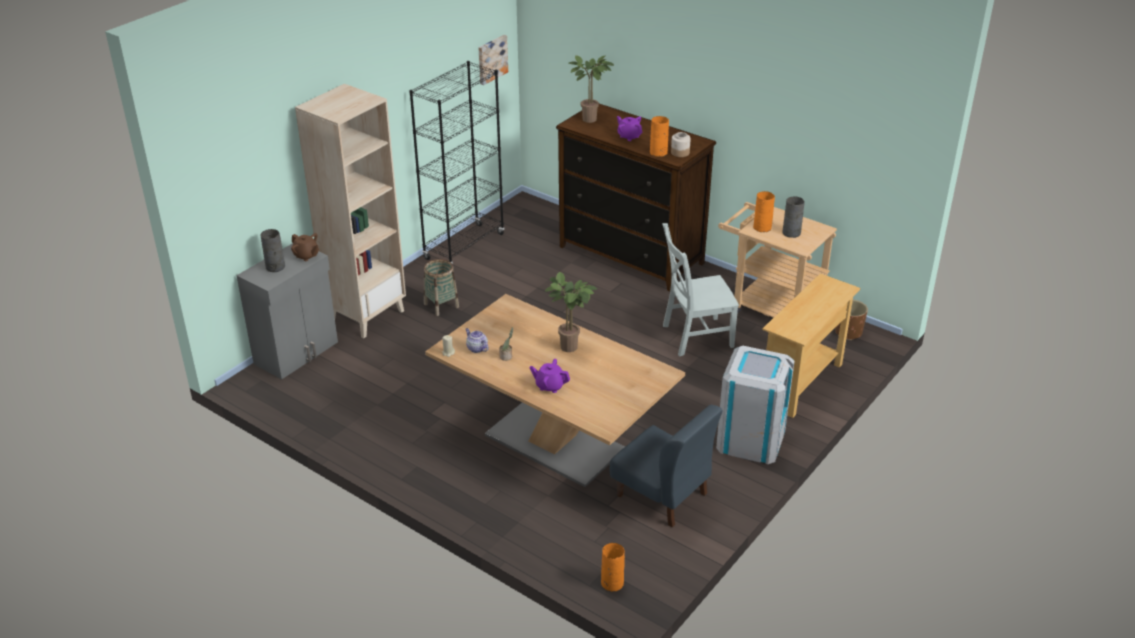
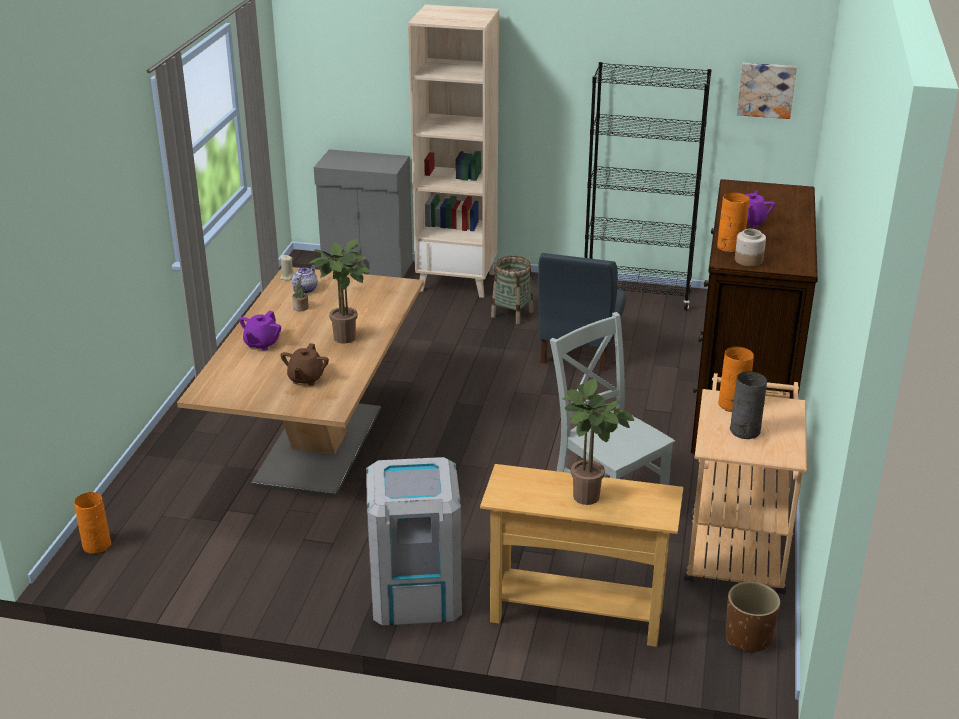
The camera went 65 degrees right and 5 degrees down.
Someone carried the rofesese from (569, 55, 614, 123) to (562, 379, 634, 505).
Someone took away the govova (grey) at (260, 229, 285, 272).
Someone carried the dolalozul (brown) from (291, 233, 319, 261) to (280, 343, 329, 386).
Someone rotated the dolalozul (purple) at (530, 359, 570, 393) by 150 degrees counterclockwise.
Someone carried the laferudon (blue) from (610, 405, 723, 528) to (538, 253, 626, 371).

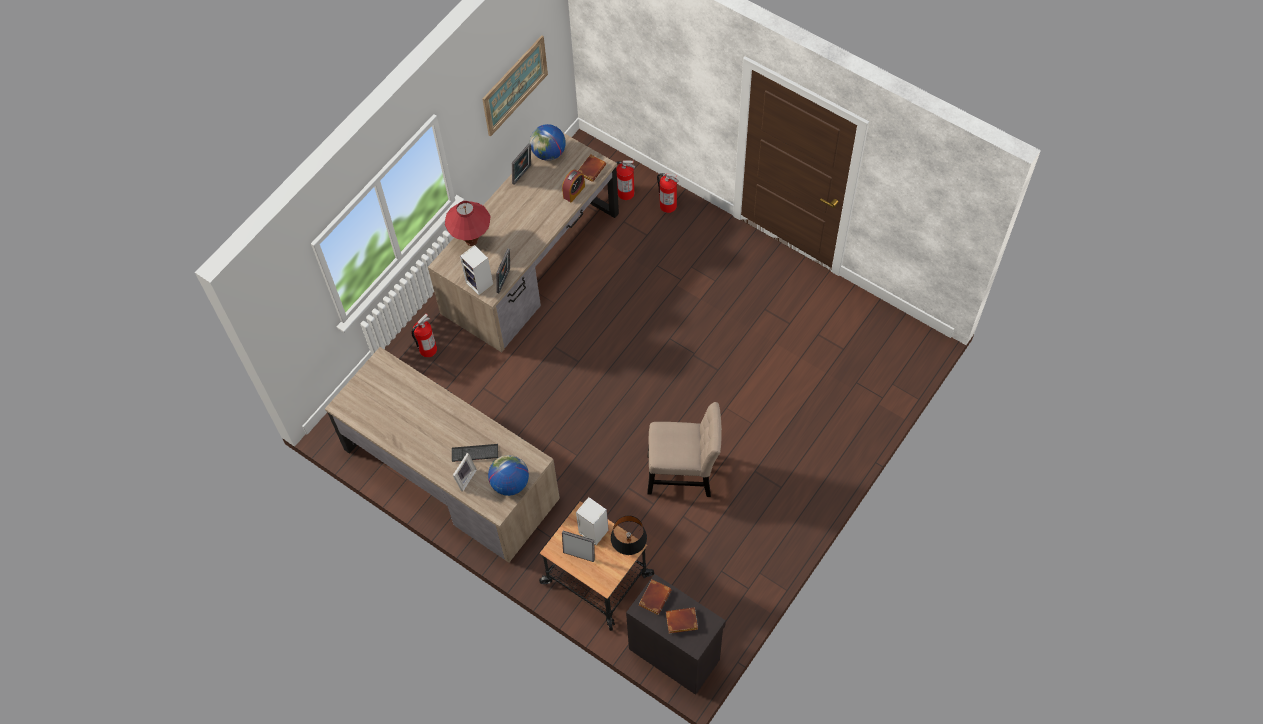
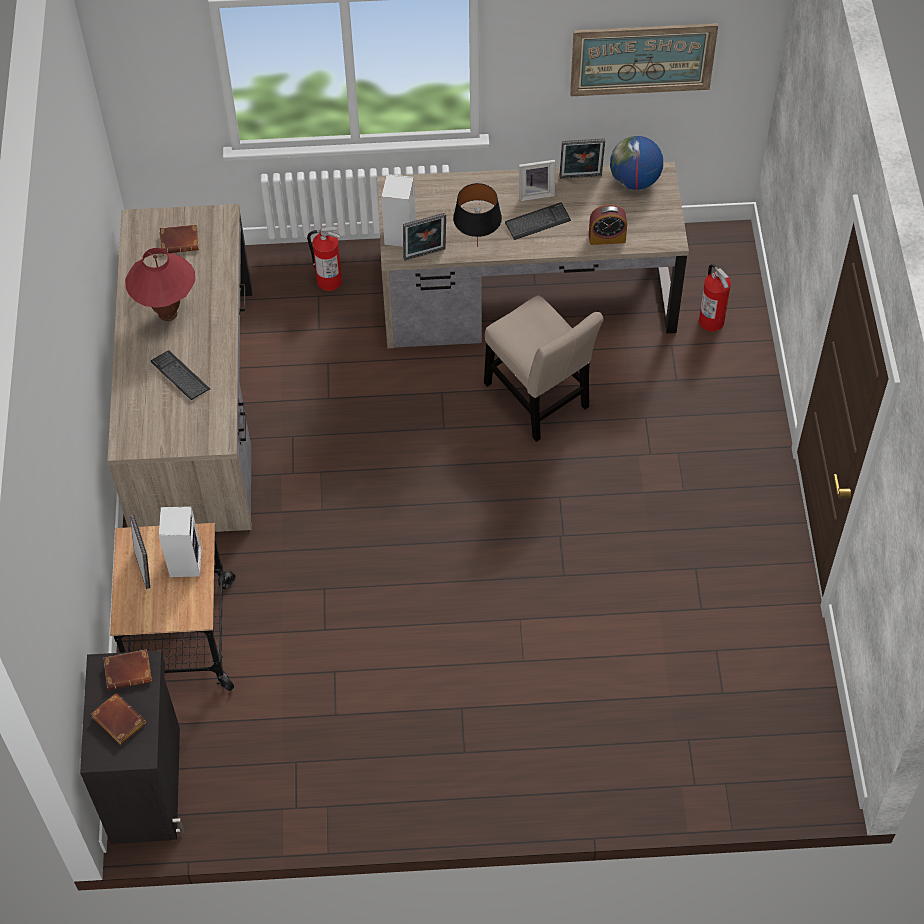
The camera went 50 degrees right and 5 degrees down.
Someone carried the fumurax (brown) from (578, 154, 606, 182) to (159, 224, 199, 254).
Someone took away the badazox at (657, 173, 678, 213).
Someone carried the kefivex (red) from (445, 201, 491, 246) to (125, 248, 195, 321).
Someone carried the laferudon (beige) from (647, 402, 722, 497) to (484, 295, 604, 442).
Someone carried the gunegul from (453, 453, 477, 492) to (519, 160, 555, 201).
Someone took away the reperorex at (488, 455, 529, 496).
Someone carried the kefivex (black) from (611, 516, 647, 555) to (453, 183, 502, 247).
Someone put down the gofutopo at (505, 202, 571, 240).

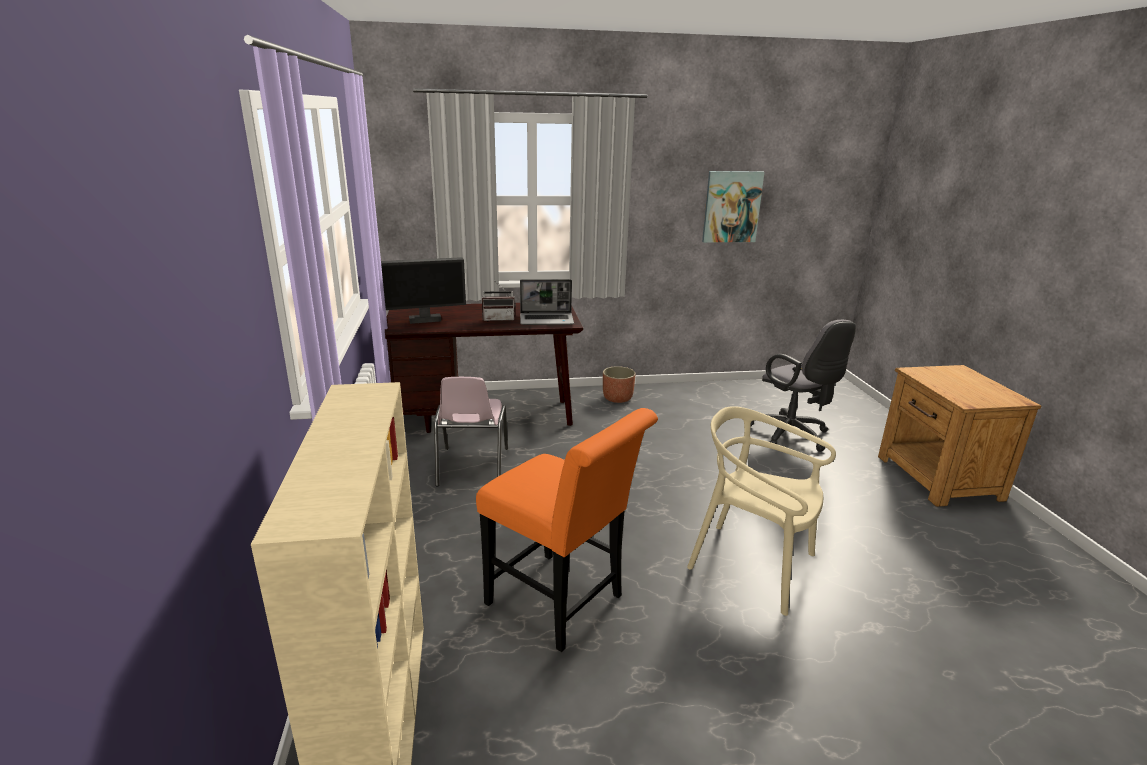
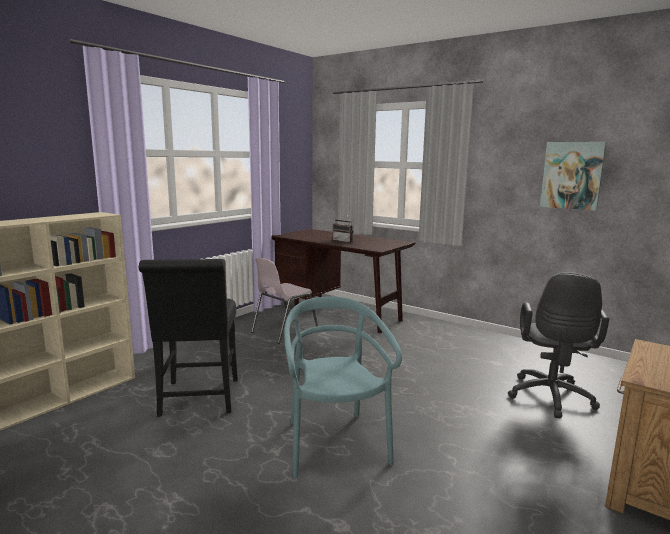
The camera went 45 degrees right and 10 degrees down.
Someone took away the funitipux at (381, 257, 466, 324).
Someone took away the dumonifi at (520, 279, 574, 325).
Someone took away the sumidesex at (603, 366, 636, 403).
Someone repainted the laferudon (beige) at (687, 406, 836, 616), which became the laferudon (turquoise) at (284, 297, 402, 478).
Someone repainted the laferudon (orange) at (476, 408, 658, 652), which became the laferudon (black) at (139, 259, 238, 417).

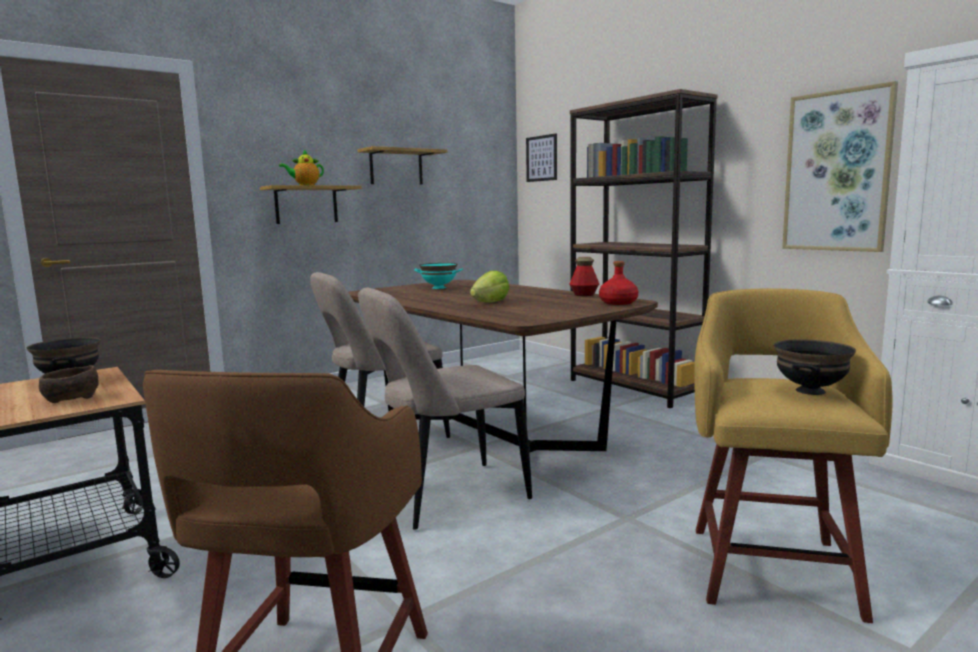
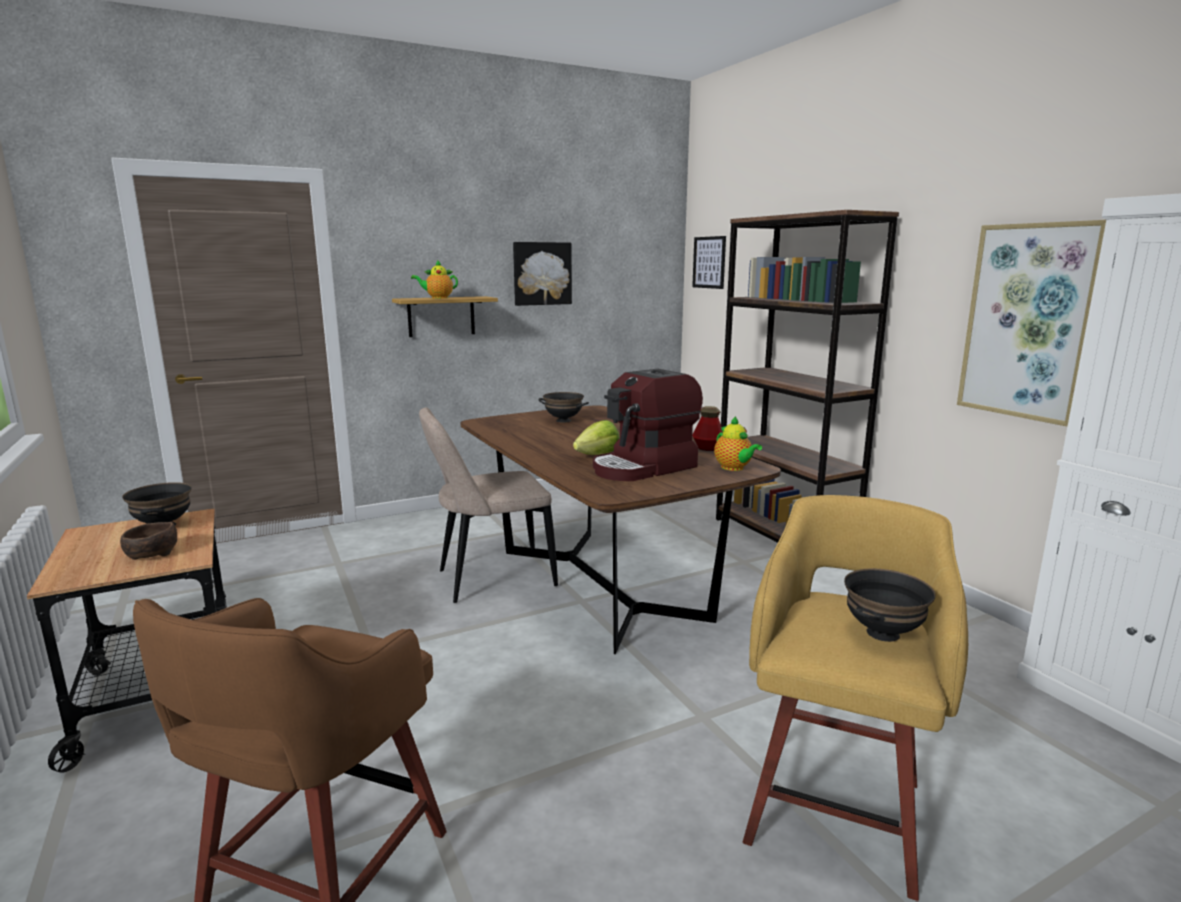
The camera went 10 degrees right and 5 degrees up.
Someone swapped the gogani at (358, 146, 447, 184) for the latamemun at (513, 242, 572, 306).
Someone swapped the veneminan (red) at (599, 261, 638, 305) for the dolalozul at (714, 416, 762, 471).
Someone repainted the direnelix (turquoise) at (414, 263, 463, 289), which became the direnelix (black) at (539, 392, 589, 423).
Someone took away the laferudon (beige) at (358, 287, 532, 530).
Someone put down the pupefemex at (593, 369, 703, 481).

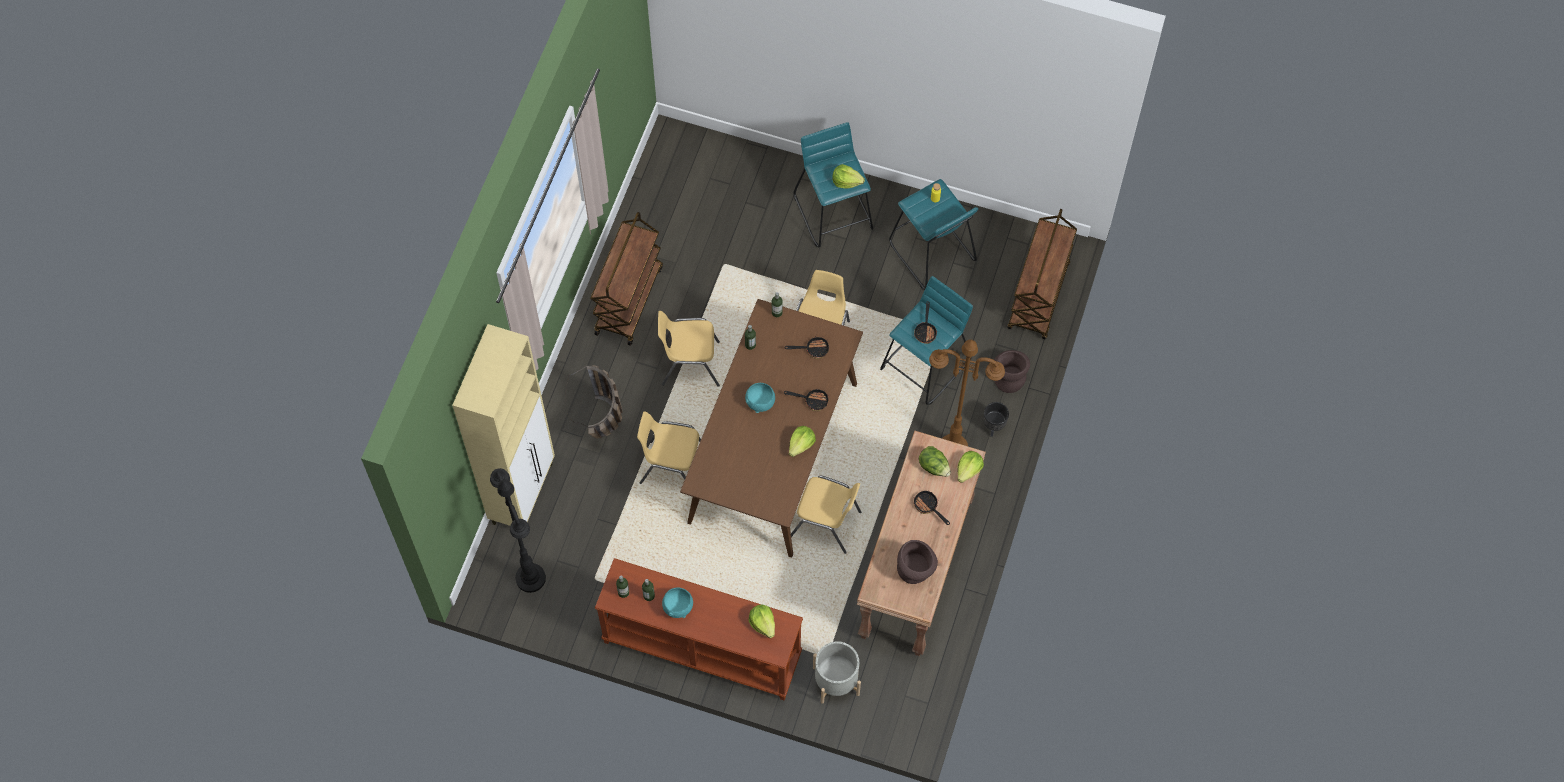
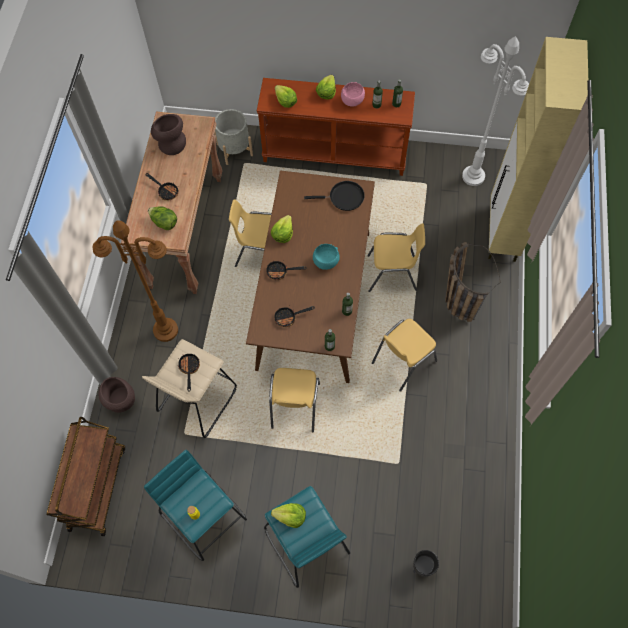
The camera went 170 degrees right and 0 degrees up.
Someone took away the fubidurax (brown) at (590, 212, 663, 346).
Someone repainted the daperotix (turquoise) at (880, 276, 973, 405), which became the daperotix (beige) at (142, 339, 237, 438).
Someone rotated the laferudon (yellow) at (658, 311, 720, 387) by 150 degrees clockwise.
Someone carried the sumidesex (black) from (984, 402, 1009, 437) to (413, 550, 439, 577).
Someone carried the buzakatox from (957, 451, 984, 483) to (316, 75, 336, 100).
Someone repainted the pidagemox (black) at (490, 468, 546, 593), which became the pidagemox (white) at (462, 36, 529, 186).
Someone repainted the direnelix (turquoise) at (662, 587, 693, 618), which became the direnelix (pink) at (341, 82, 365, 107).
Someone put down the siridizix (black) at (304, 181, 365, 211).

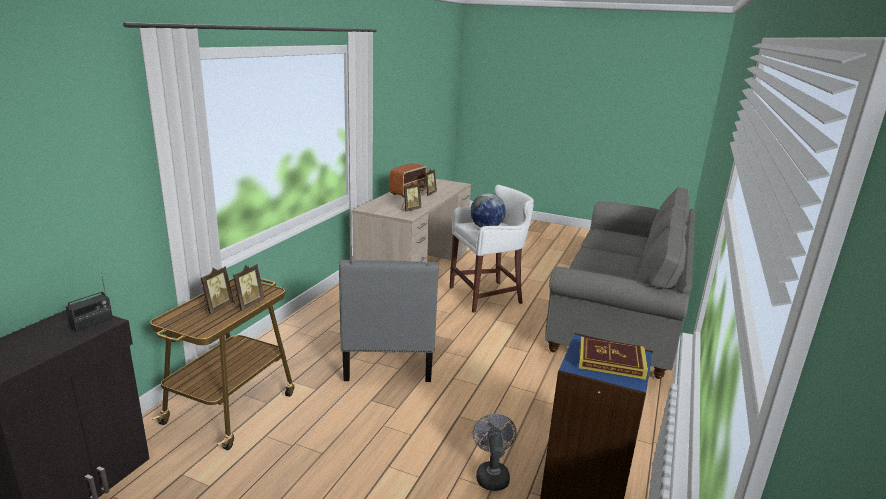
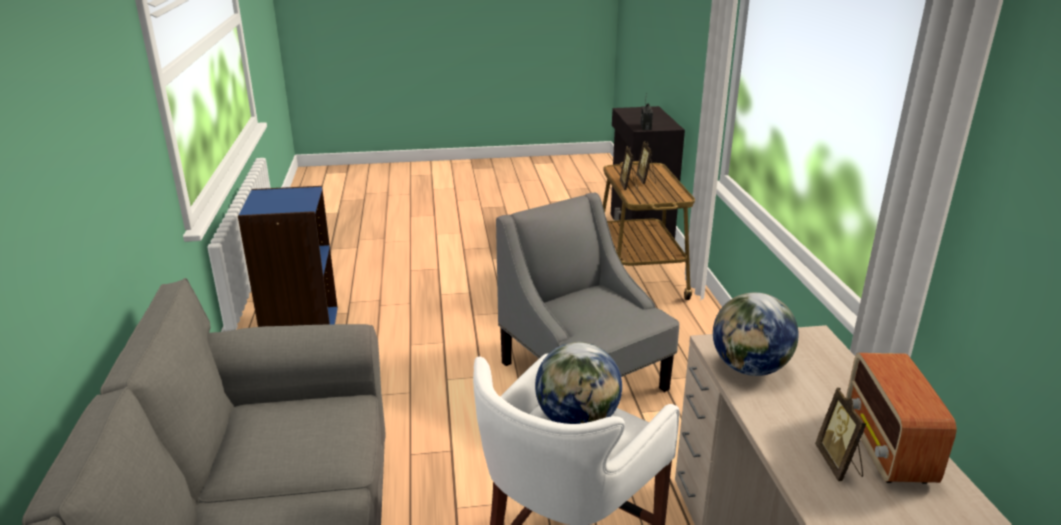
The camera went 150 degrees right and 5 degrees up.
Someone swapped the gunegul at (402, 182, 421, 212) for the reperorex at (713, 292, 799, 376).
Someone took away the fumurax at (578, 337, 648, 380).
Someone took away the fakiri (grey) at (472, 414, 517, 491).

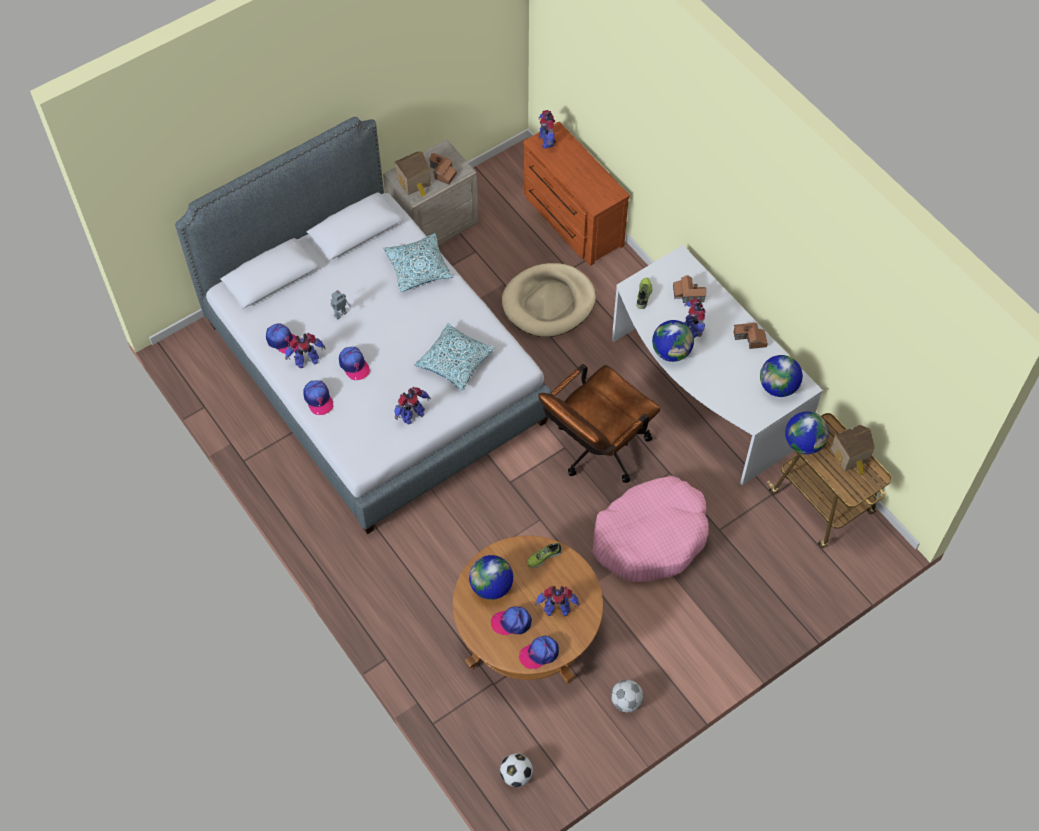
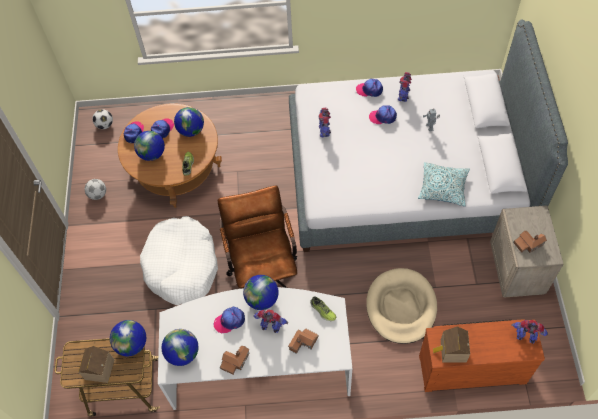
The camera went 125 degrees right and 0 degrees up.
Someone carried the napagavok from (395, 152, 431, 197) to (433, 326, 470, 363).
Someone carried the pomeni from (266, 323, 299, 354) to (213, 307, 245, 333).
Someone took away the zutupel at (415, 323, 494, 391).
Someone repainted the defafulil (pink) at (593, 476, 709, 582), which became the defafulil (white) at (140, 216, 218, 305).
Someone swapped the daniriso at (535, 586, 580, 616) for the reperorex at (134, 131, 165, 161).

